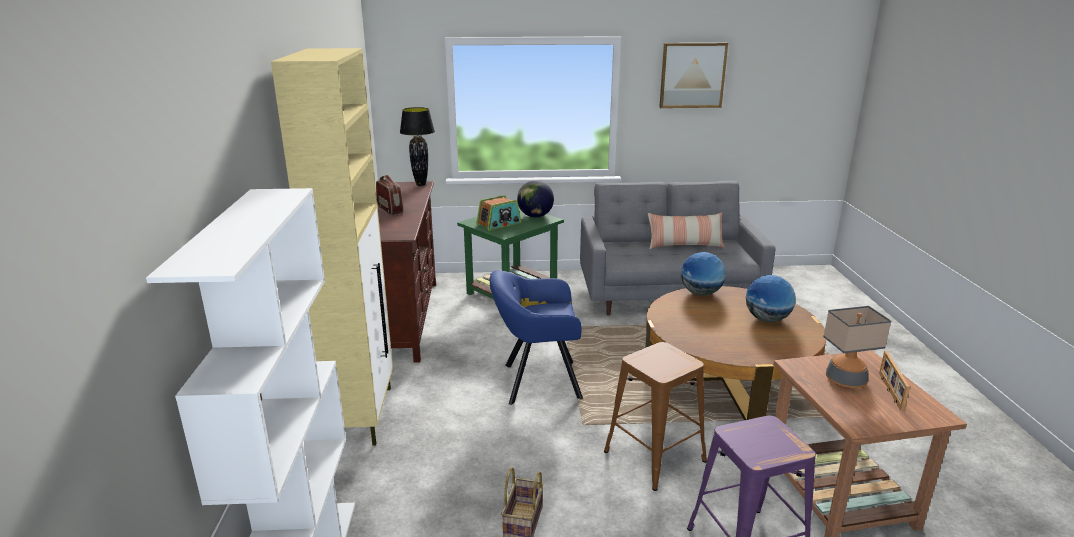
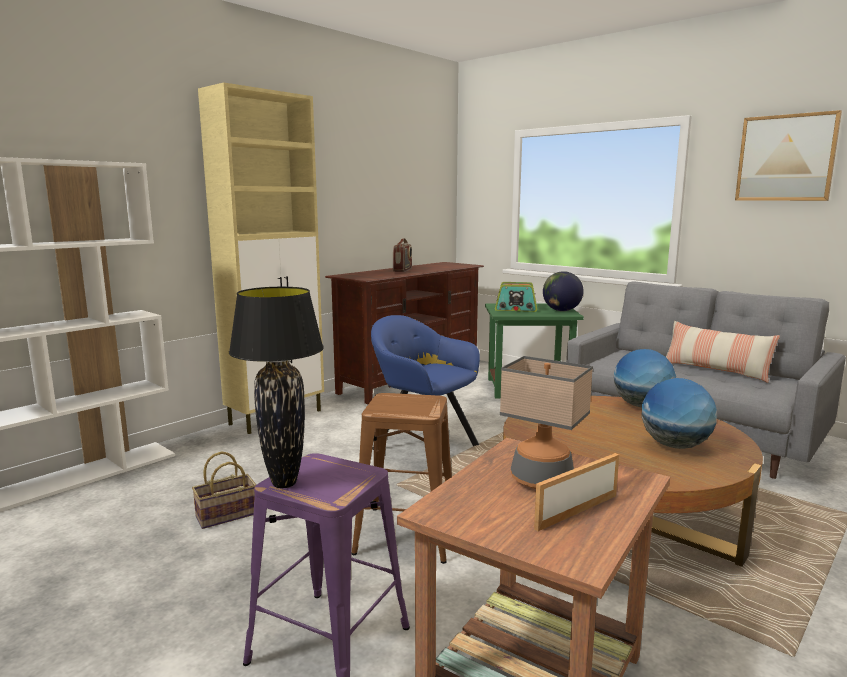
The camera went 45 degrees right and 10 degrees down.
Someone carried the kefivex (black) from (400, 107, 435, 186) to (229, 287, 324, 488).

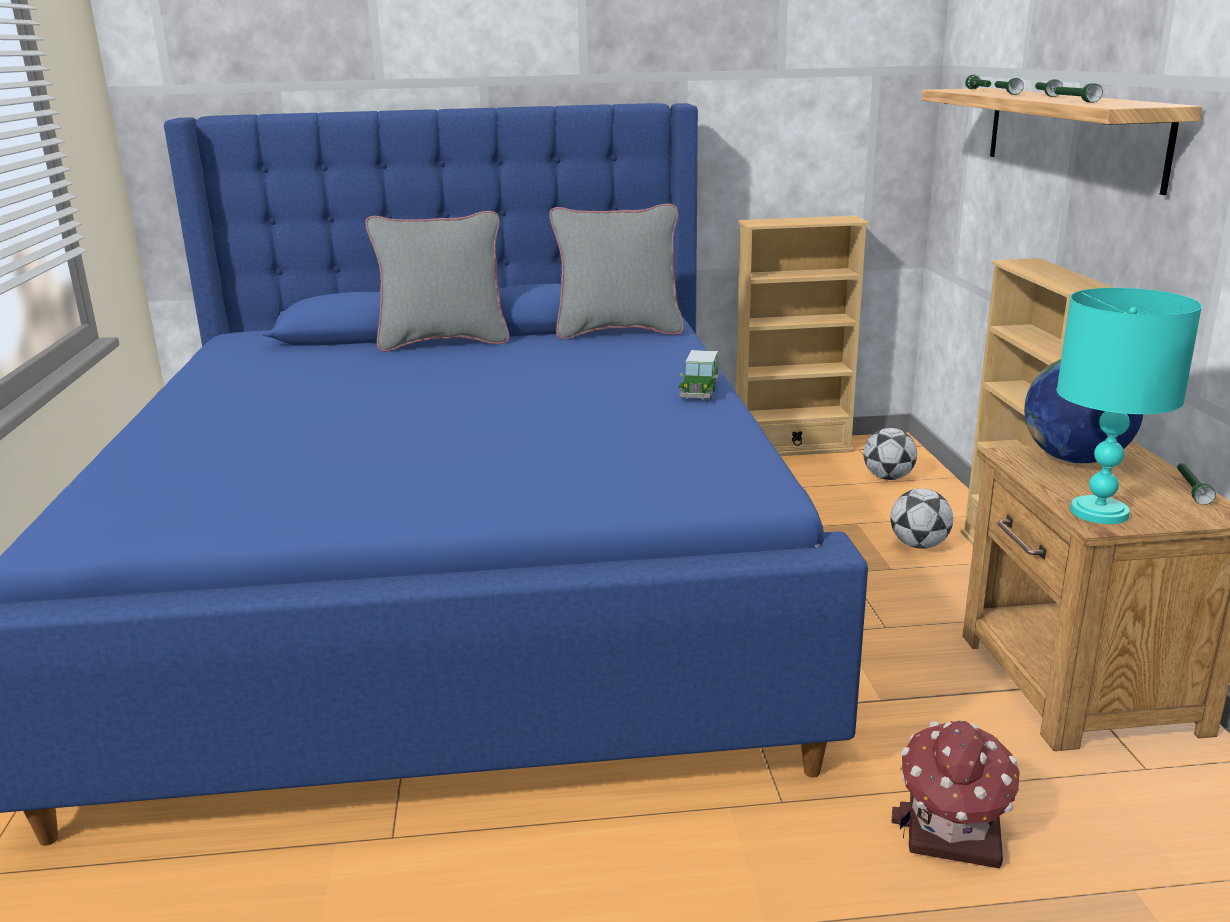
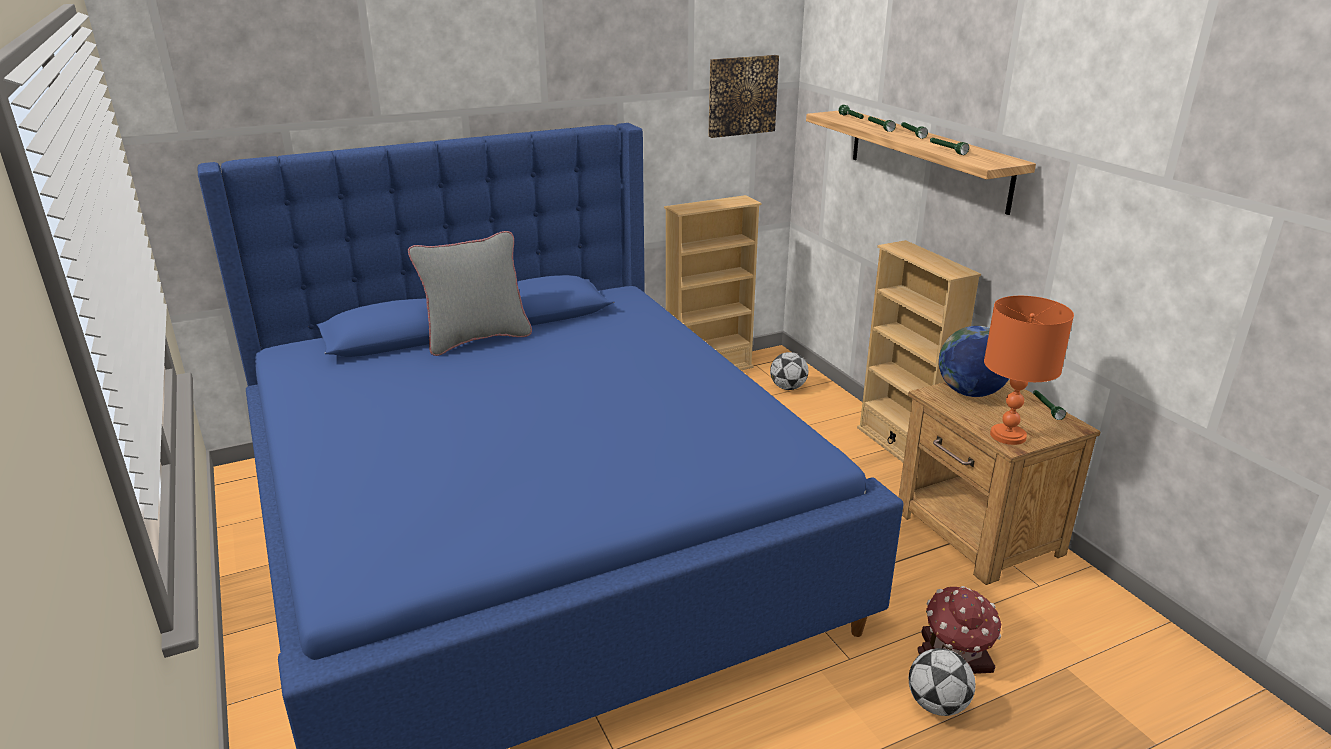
The camera went 20 degrees left and 5 degrees up.
Someone took away the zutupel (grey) at (549, 203, 684, 340).
Someone repainted the kefivex (turquoise) at (1056, 288, 1202, 524), which became the kefivex (orange) at (984, 296, 1074, 445).
Someone took away the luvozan at (678, 350, 719, 399).
Someone carried the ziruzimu from (890, 488, 953, 549) to (909, 648, 975, 716).
Someone put up the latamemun at (708, 55, 779, 138).

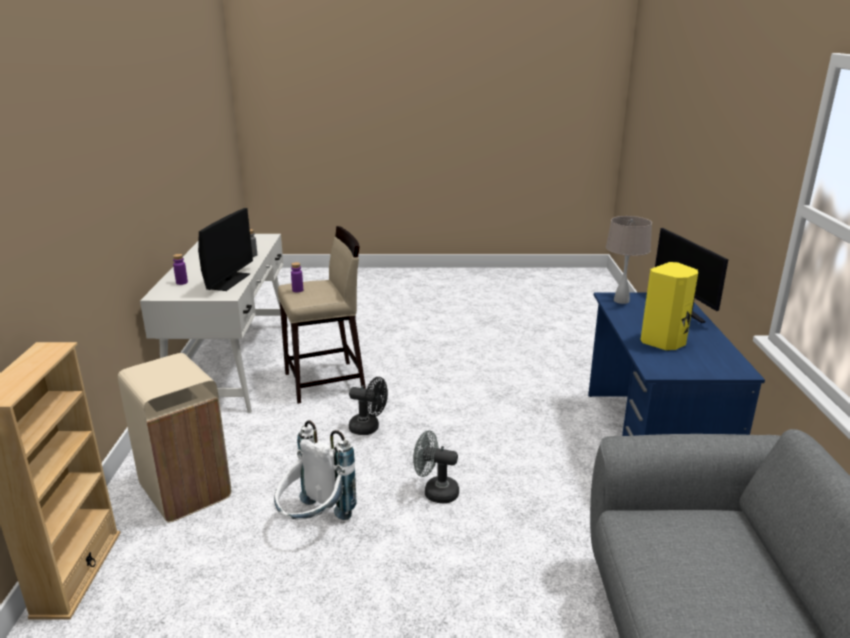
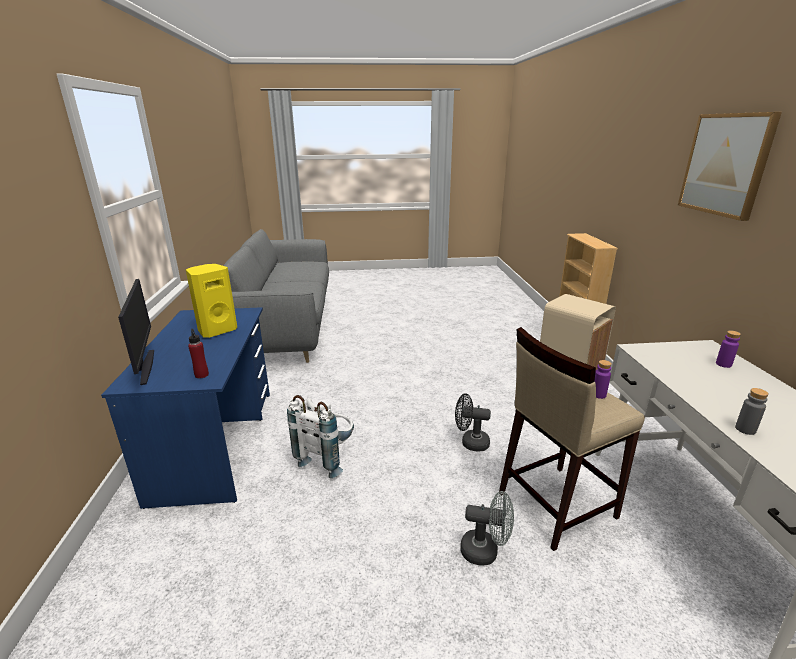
The camera went 175 degrees right and 0 degrees up.
Someone took away the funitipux at (198, 208, 253, 291).
Someone swapped the kefivex (beige) at (606, 216, 652, 304) for the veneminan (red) at (188, 329, 209, 378).
Someone carried the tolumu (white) from (274, 420, 357, 520) to (287, 395, 354, 478).
Someone carried the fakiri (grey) from (413, 430, 459, 503) to (460, 491, 514, 566).
Someone put up the latamemun at (678, 112, 782, 221).

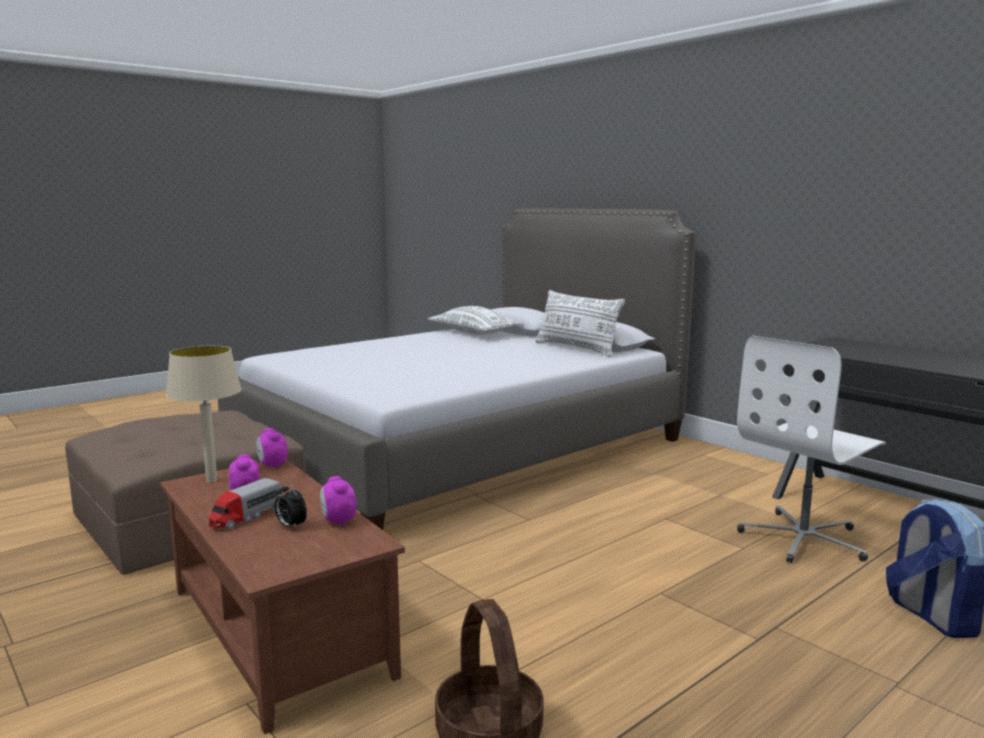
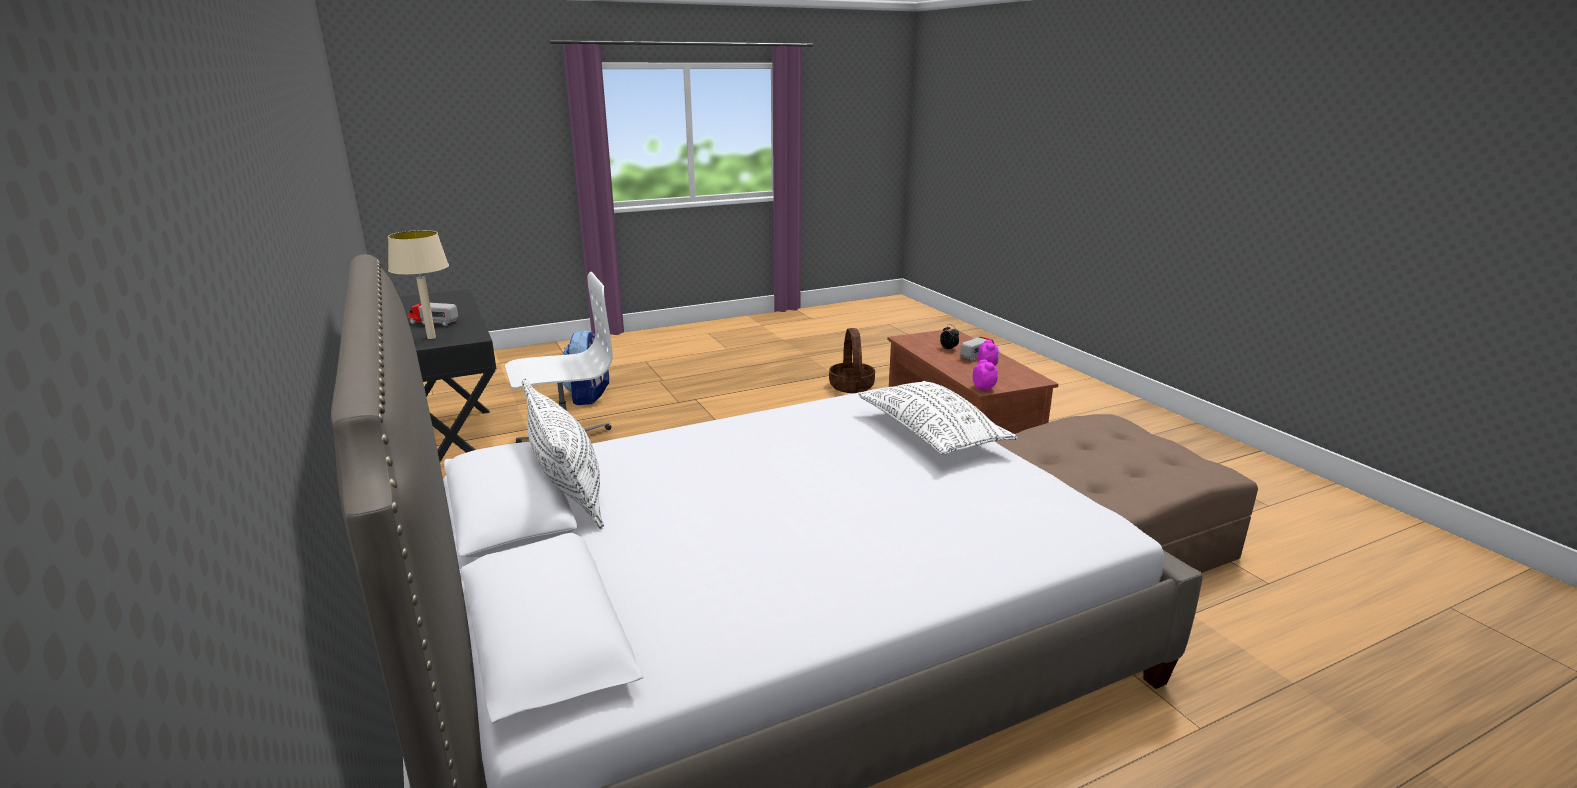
The camera went 165 degrees left and 10 degrees up.
Someone carried the zutupel (white) from (428, 306, 524, 335) to (858, 381, 1017, 455).
Someone carried the kefivex (beige) from (165, 346, 242, 483) to (388, 230, 449, 339).
Someone took away the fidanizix at (320, 476, 356, 526).
Someone put down the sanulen at (408, 303, 458, 326).

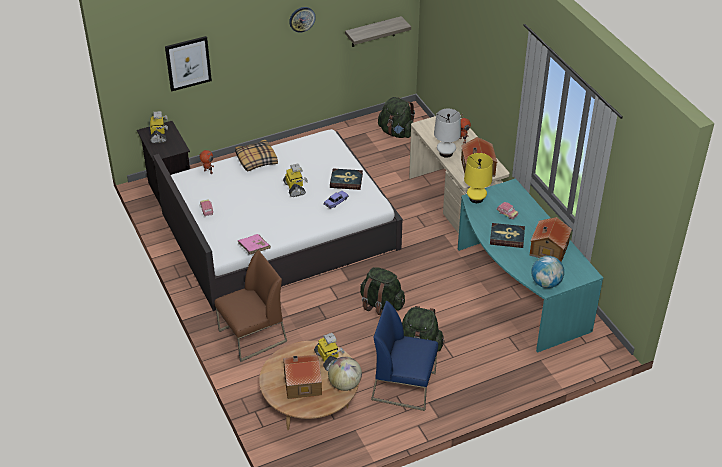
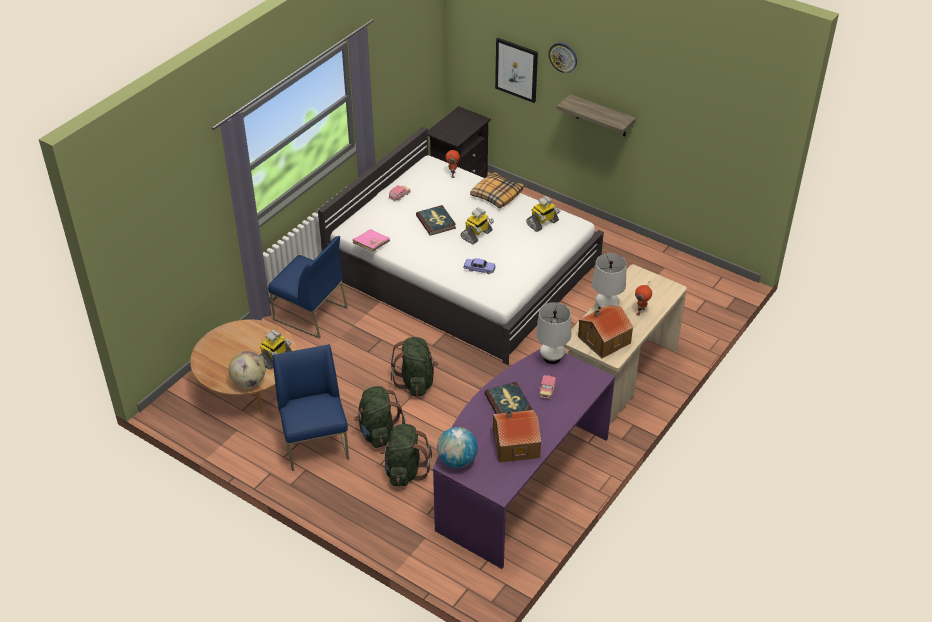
The camera went 60 degrees right and 0 degrees up.
Someone carried the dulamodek from (289, 7, 316, 33) to (548, 43, 577, 73).
Someone carried the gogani from (345, 16, 411, 47) to (557, 94, 636, 136).
Someone carried the tolumu (green) from (378, 97, 415, 138) to (380, 424, 432, 487).
Someone carried the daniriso from (150, 111, 168, 143) to (526, 196, 560, 232).
Someone repainted the kefivex (yellow) at (464, 153, 493, 203), which became the kefivex (white) at (536, 302, 571, 364).
Someone carried the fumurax from (330, 169, 363, 190) to (416, 205, 456, 236).
Someone repainted the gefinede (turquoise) at (458, 178, 603, 353), which became the gefinede (purple) at (433, 349, 615, 569).
Someone repainted the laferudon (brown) at (215, 250, 287, 362), which became the laferudon (blue) at (268, 236, 348, 339).
Someone took away the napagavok at (283, 355, 322, 399).

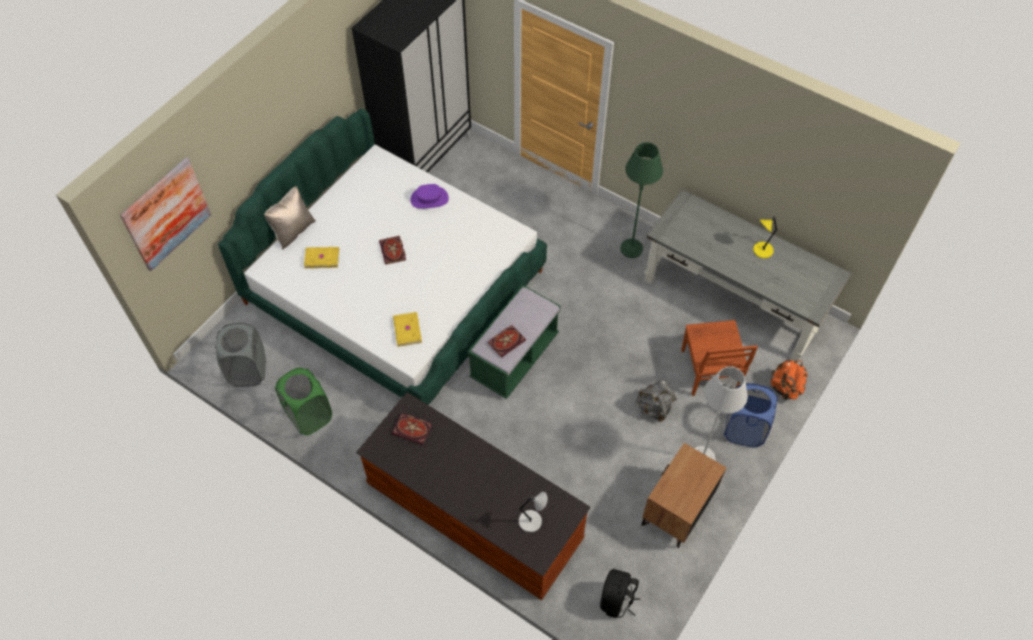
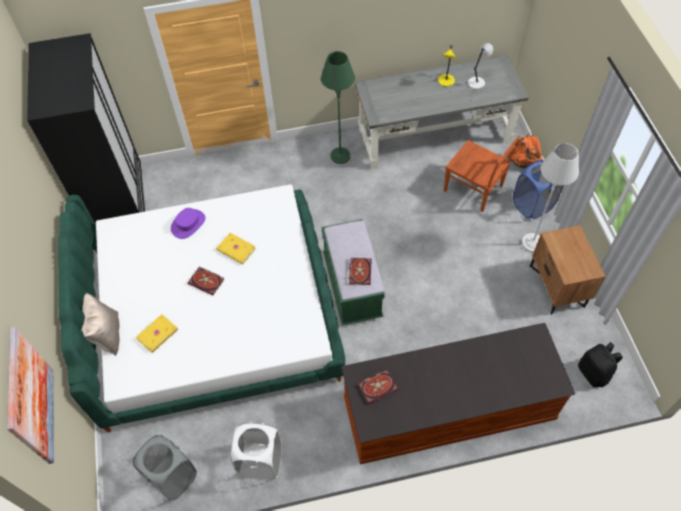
The camera went 45 degrees left and 0 degrees up.
Someone carried the fumurax (yellow) from (393, 312, 422, 347) to (216, 233, 256, 264).
Someone repainted the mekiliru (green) at (275, 367, 332, 435), which became the mekiliru (white) at (231, 422, 282, 481).
Someone took away the tolumu (grey) at (635, 380, 677, 422).
Someone carried the kefivex (grey) from (519, 492, 548, 532) to (468, 43, 493, 89).

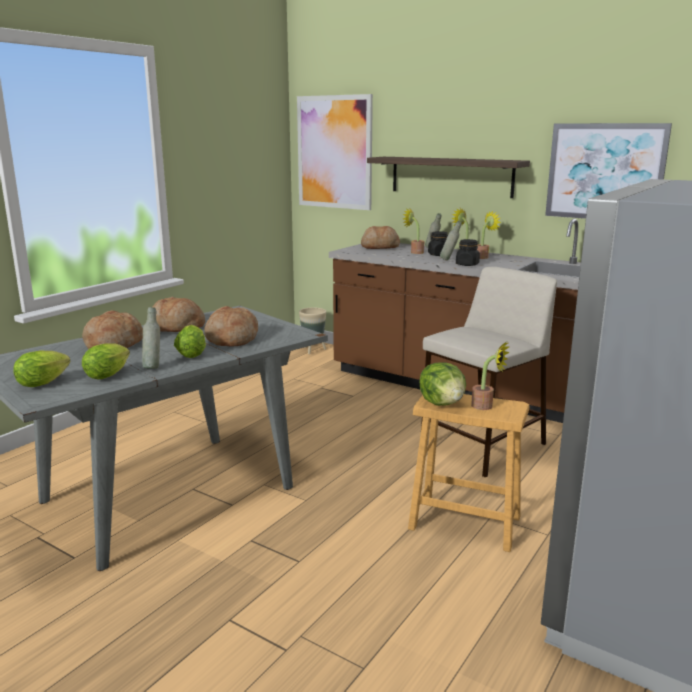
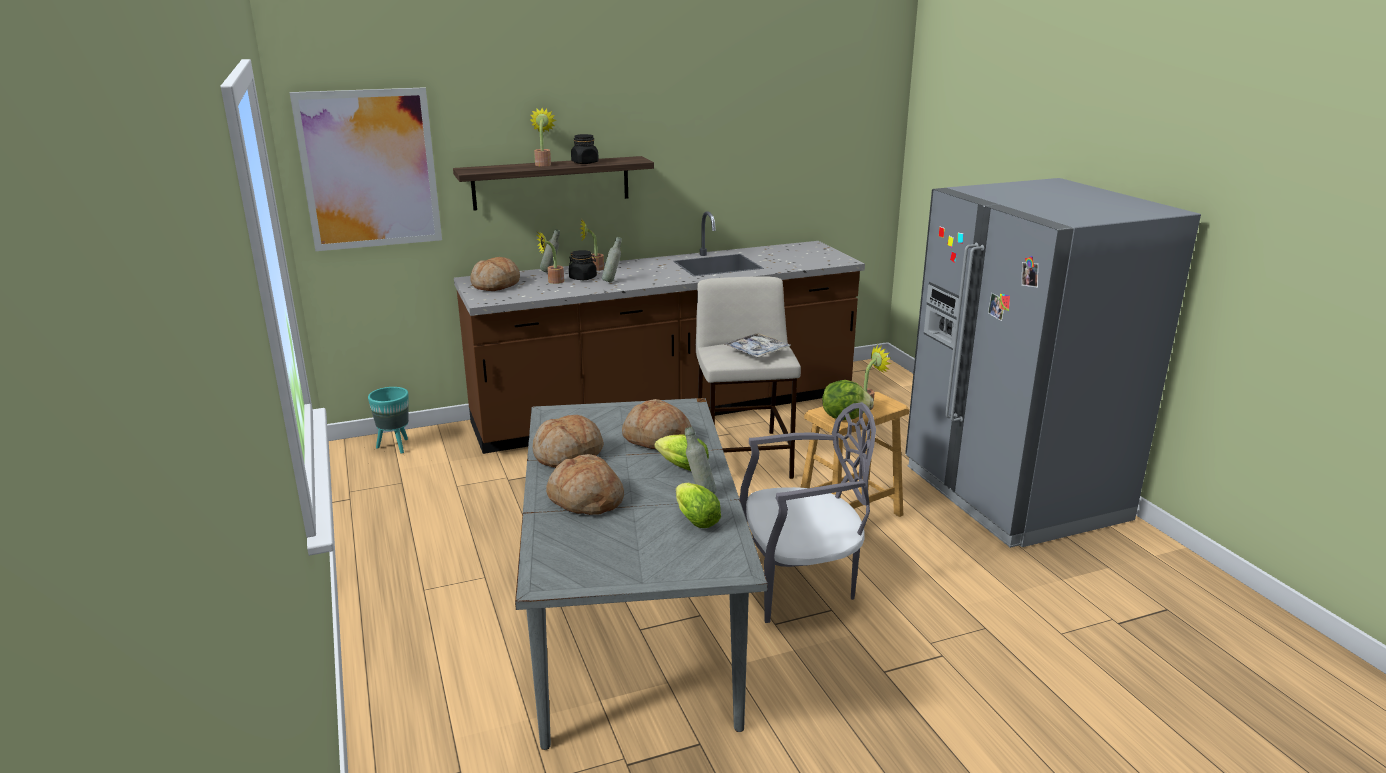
The camera went 55 degrees left and 5 degrees up.
Someone took away the latamemun at (545, 123, 672, 219).
Someone carried the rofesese from (477, 211, 501, 259) to (530, 108, 556, 166).
Someone carried the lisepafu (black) from (456, 239, 480, 266) to (571, 134, 599, 164).
Someone repainted the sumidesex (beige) at (299, 307, 326, 354), which became the sumidesex (turquoise) at (368, 387, 409, 454).
Someone took away the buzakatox at (13, 351, 71, 387).
Someone put down the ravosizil at (724, 333, 790, 358).
Someone put down the laferudon (grey) at (739, 402, 876, 623).

